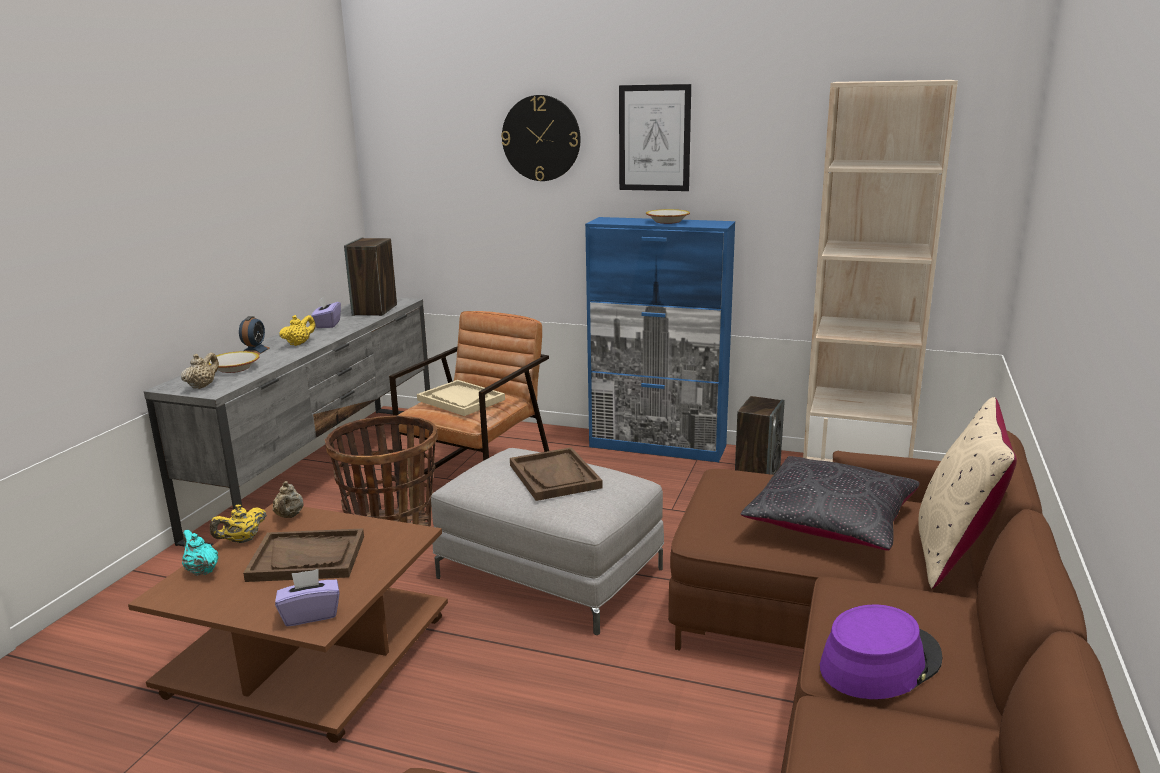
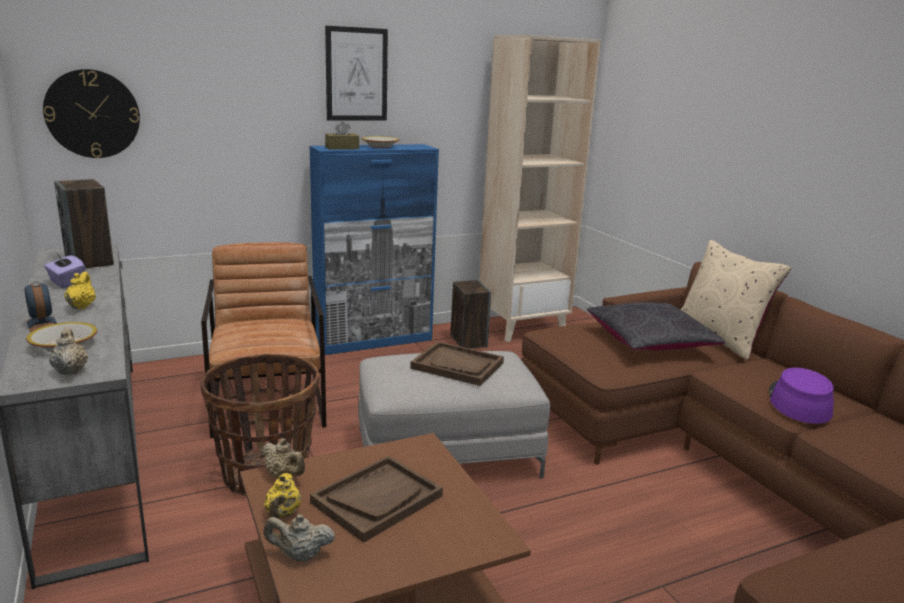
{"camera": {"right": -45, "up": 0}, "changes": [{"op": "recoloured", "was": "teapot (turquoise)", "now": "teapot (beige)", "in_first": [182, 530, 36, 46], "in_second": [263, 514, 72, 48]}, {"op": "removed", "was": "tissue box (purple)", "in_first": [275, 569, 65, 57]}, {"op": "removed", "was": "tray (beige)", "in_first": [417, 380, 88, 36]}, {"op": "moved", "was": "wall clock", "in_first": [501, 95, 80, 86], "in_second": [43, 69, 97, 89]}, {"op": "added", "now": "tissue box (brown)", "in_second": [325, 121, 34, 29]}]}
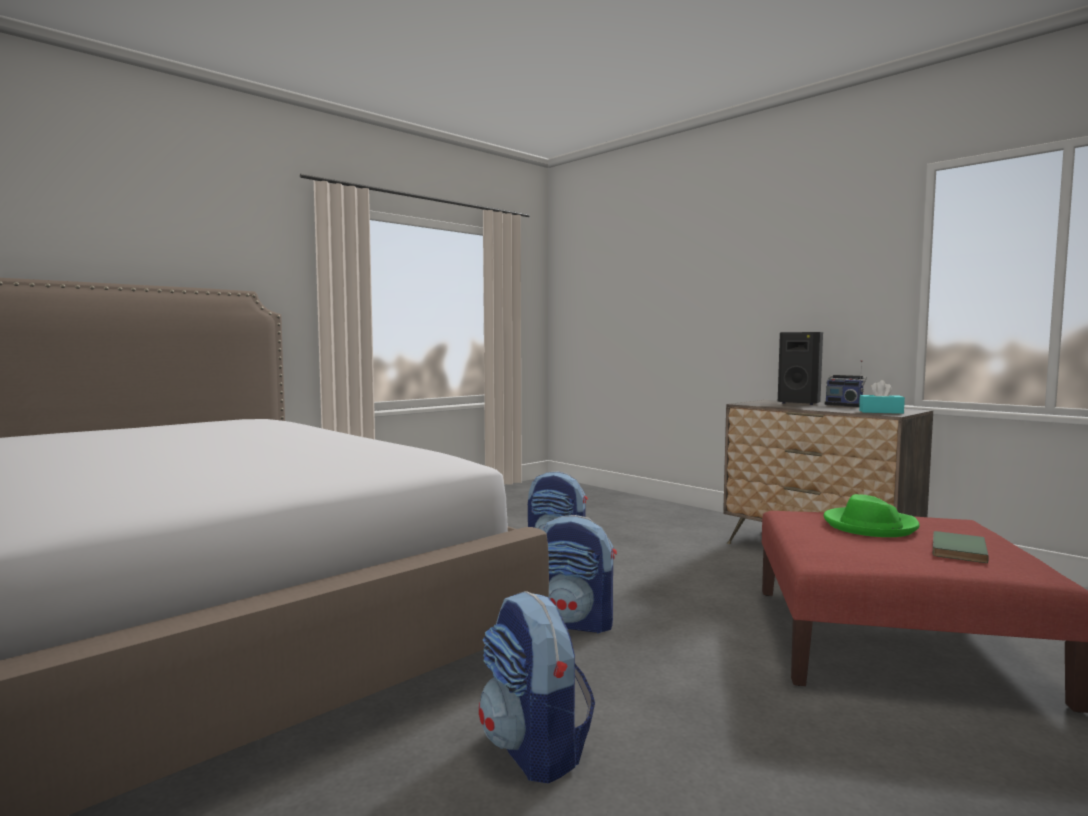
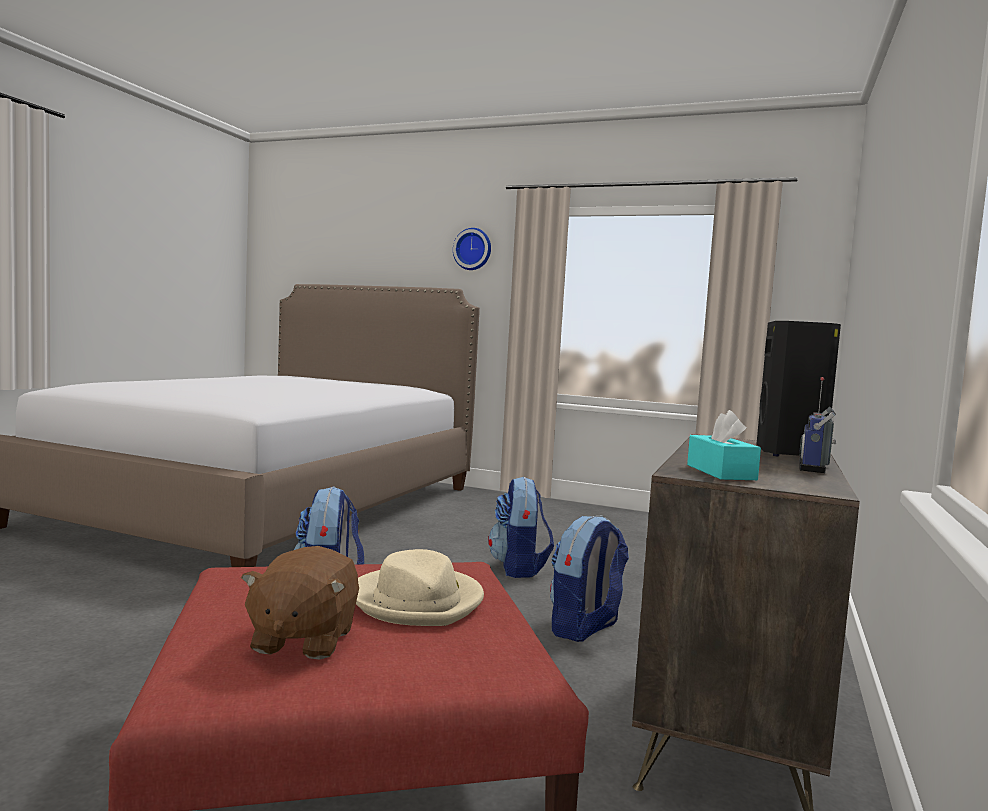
{"camera": {"right": 65, "up": 0}, "changes": [{"op": "moved", "was": "backpack", "in_first": [479, 591, 116, 192], "in_second": [550, 516, 79, 126]}, {"op": "recoloured", "was": "hat (green)", "now": "hat (beige)", "in_first": [824, 494, 96, 43], "in_second": [356, 549, 128, 77]}, {"op": "replaced", "was": "book (green)", "now": "plush toy (brown)", "in_first": [933, 531, 56, 32], "in_second": [241, 546, 118, 113]}, {"op": "added", "now": "wall clock", "in_second": [453, 228, 38, 42]}]}
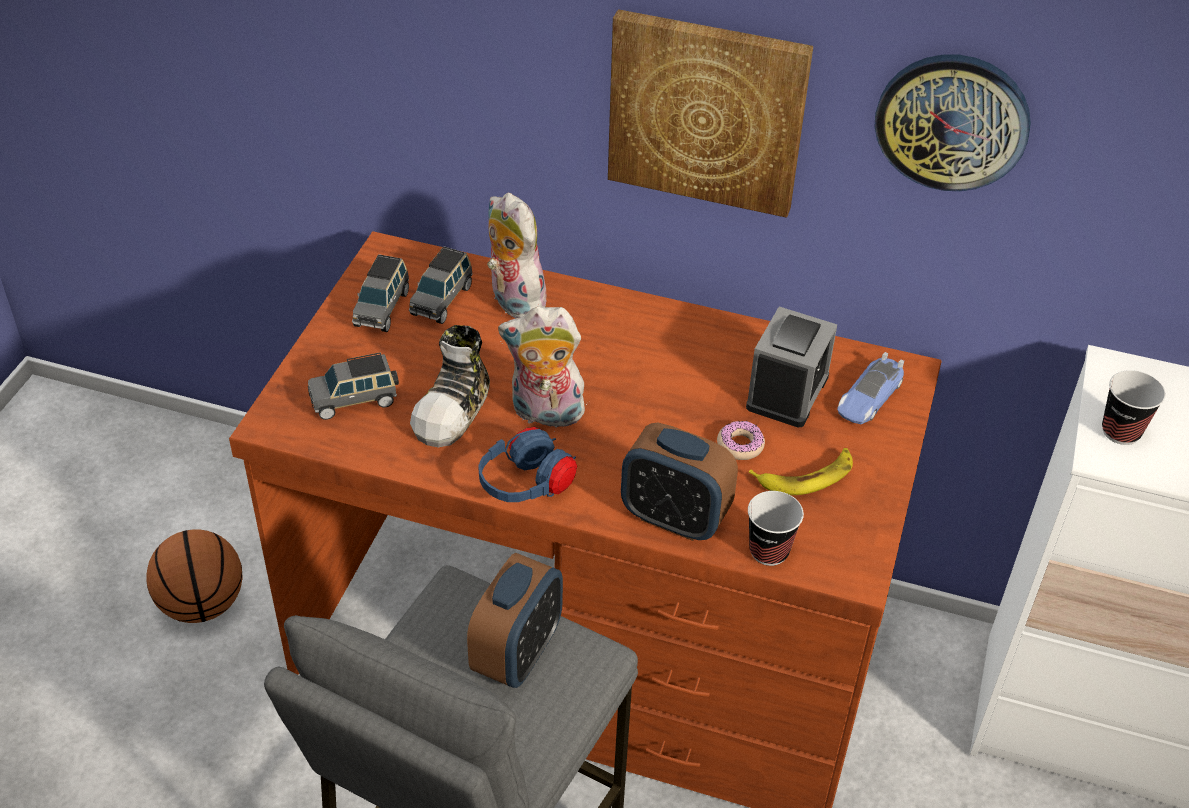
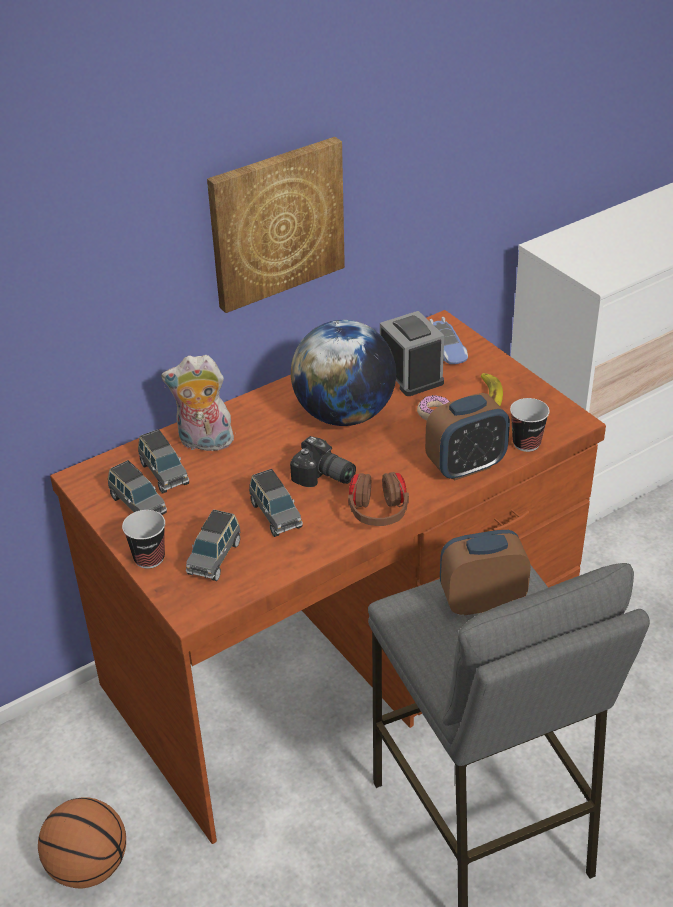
{"camera": {"right": -50, "up": -5}, "changes": [{"op": "replaced", "was": "shoe", "now": "toy car (grey)", "in_first": [410, 325, 80, 122], "in_second": [249, 469, 54, 68]}, {"op": "turned", "was": "alarm clock", "in_first": [467, 553, 96, 135], "in_second": [440, 530, 91, 85], "clockwise": -75}, {"op": "recoloured", "was": "headphones (blue)", "now": "headphones (brown)", "in_first": [478, 427, 99, 75], "in_second": [348, 472, 61, 54]}, {"op": "replaced", "was": "plush toy", "now": "photo camera", "in_first": [498, 307, 89, 125], "in_second": [290, 436, 66, 51]}, {"op": "removed", "was": "wall clock", "in_first": [875, 55, 156, 136]}, {"op": "moved", "was": "cup", "in_first": [1102, 370, 64, 75], "in_second": [122, 510, 43, 59]}, {"op": "added", "now": "globe", "in_second": [291, 320, 105, 106]}]}
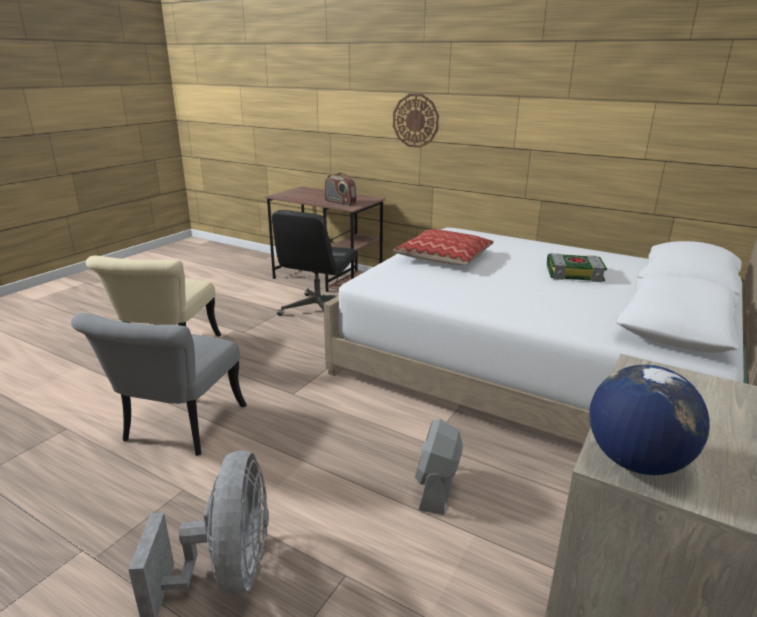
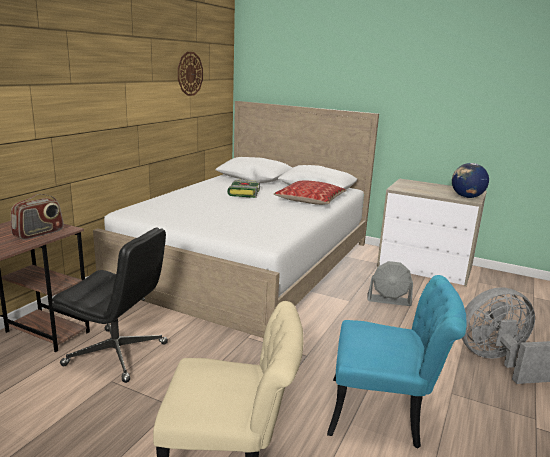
{"camera": {"right": -95, "up": -5}, "changes": [{"op": "recoloured", "was": "chair (grey)", "now": "chair (turquoise)", "in_first": [71, 313, 176, 143], "in_second": [327, 275, 140, 174]}, {"op": "moved", "was": "wall clock", "in_first": [393, 94, 46, 54], "in_second": [178, 52, 25, 44]}, {"op": "moved", "was": "pillow", "in_first": [393, 229, 101, 36], "in_second": [274, 180, 72, 25]}]}
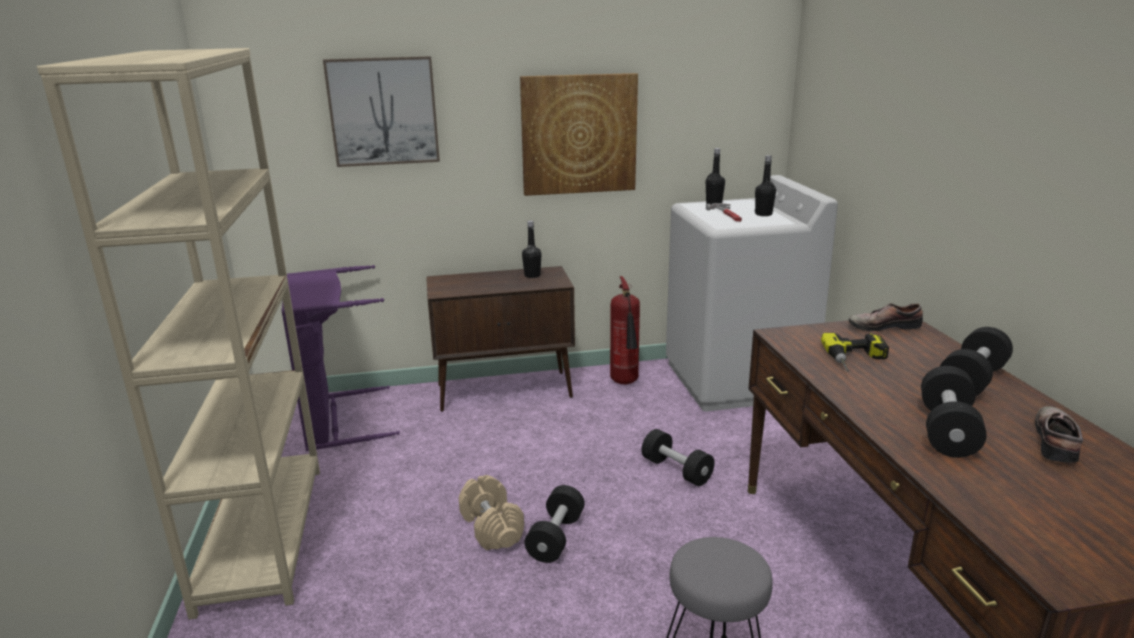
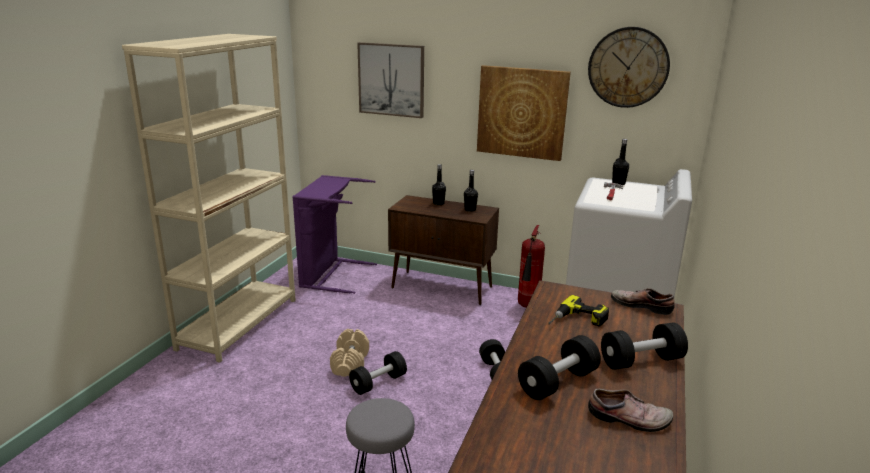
{"camera": {"right": 30, "up": 0}, "changes": [{"op": "moved", "was": "bottle (black)", "in_first": [755, 155, 21, 61], "in_second": [432, 164, 14, 41]}, {"op": "turned", "was": "shoe", "in_first": [1035, 406, 48, 57], "in_second": [588, 389, 85, 43], "clockwise": 45}, {"op": "added", "now": "wall clock", "in_second": [588, 27, 82, 81]}]}
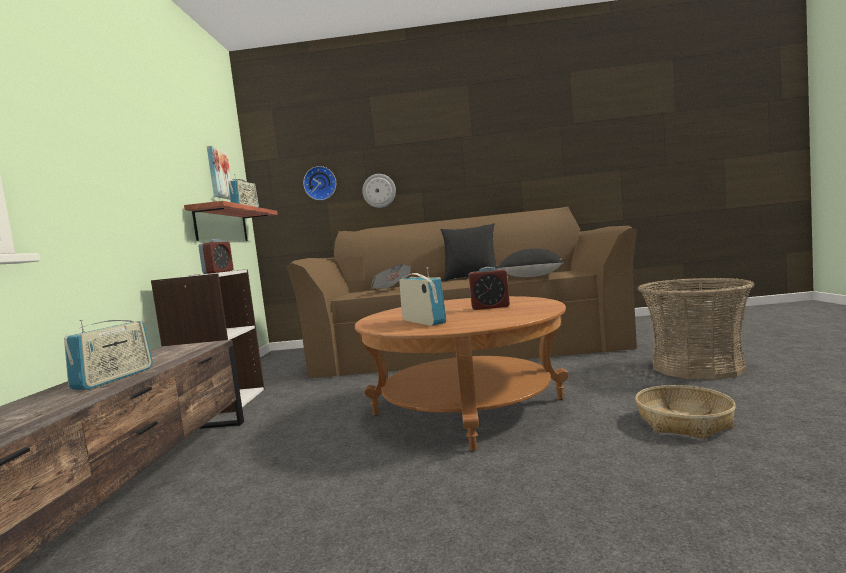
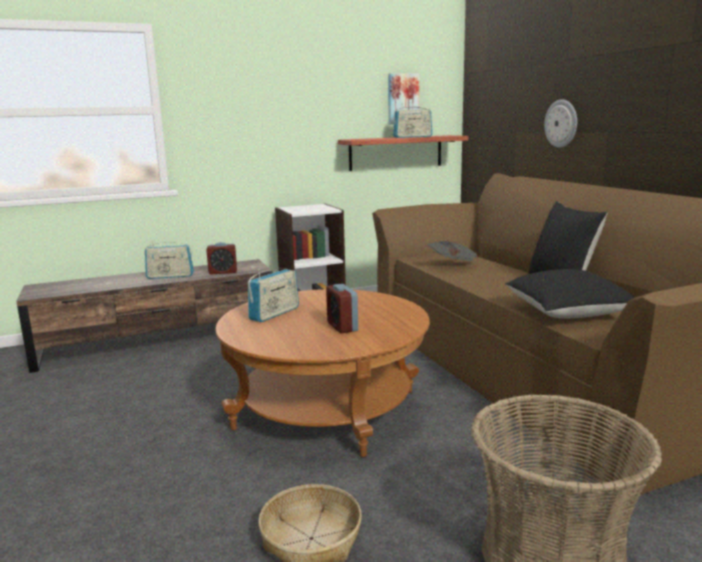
{"camera": {"right": 65, "up": 10}, "changes": [{"op": "moved", "was": "alarm clock", "in_first": [198, 239, 35, 35], "in_second": [206, 242, 31, 33]}, {"op": "removed", "was": "wall clock", "in_first": [303, 166, 33, 34]}]}
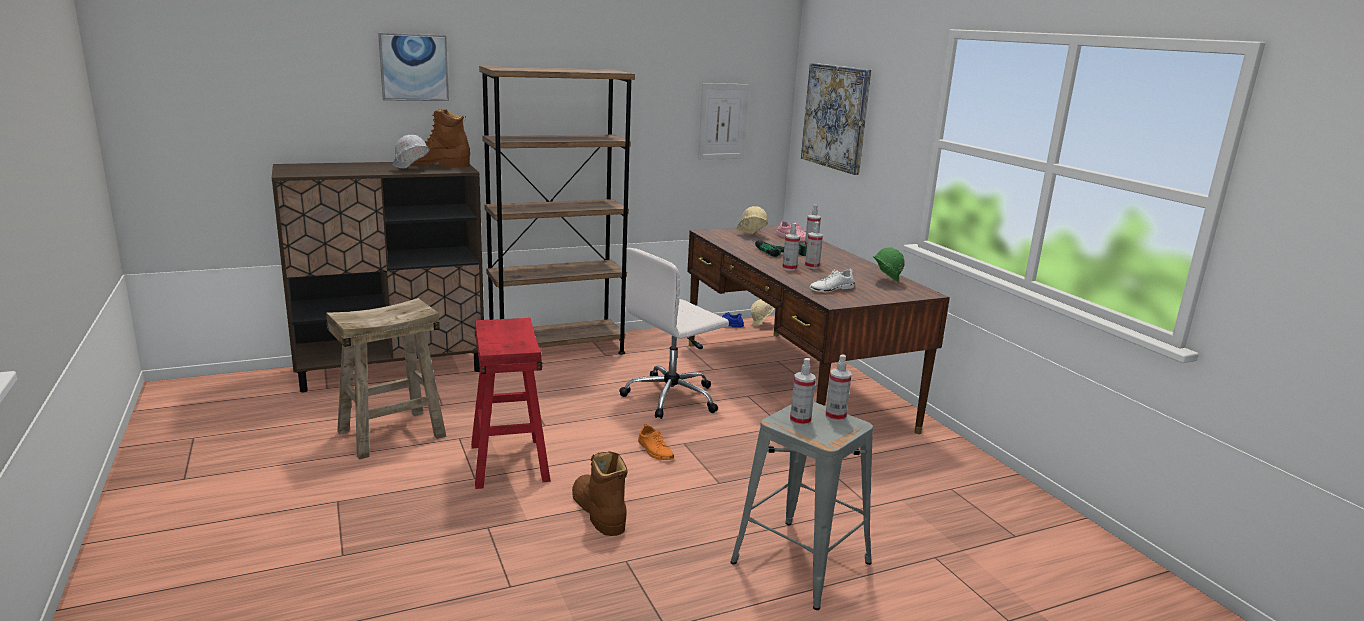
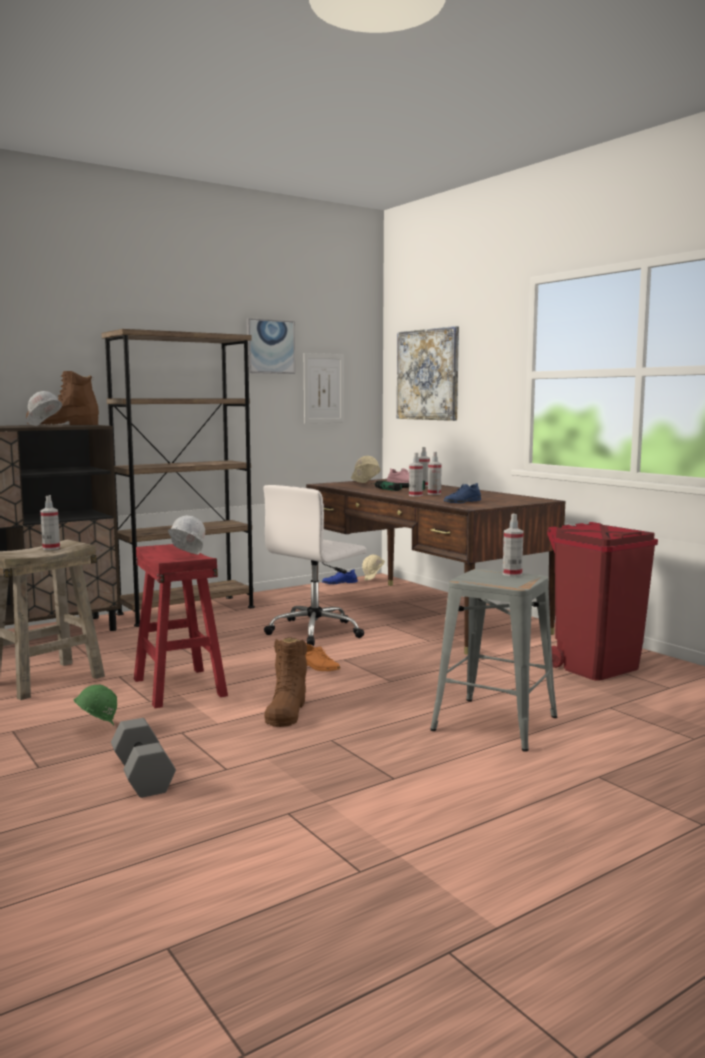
{"camera": {"right": -10, "up": -10}, "changes": [{"op": "moved", "was": "picture", "in_first": [378, 33, 71, 68], "in_second": [247, 318, 48, 56]}, {"op": "turned", "was": "boot (brown)", "in_first": [572, 451, 56, 85], "in_second": [264, 637, 43, 90], "clockwise": -135}, {"op": "moved", "was": "spray bottle", "in_first": [790, 358, 26, 68], "in_second": [40, 495, 20, 55]}, {"op": "recoloured", "was": "shoe (white)", "now": "shoe (blue)", "in_first": [810, 269, 44, 23], "in_second": [444, 483, 37, 20]}, {"op": "moved", "was": "hard hat (green)", "in_first": [873, 247, 32, 35], "in_second": [74, 685, 43, 41]}, {"op": "added", "now": "dumbbell (grey)", "in_second": [111, 718, 65, 80]}, {"op": "added", "now": "hard hat (white)", "in_second": [168, 515, 37, 40]}, {"op": "added", "now": "trash can (red)", "in_second": [547, 522, 111, 159]}]}
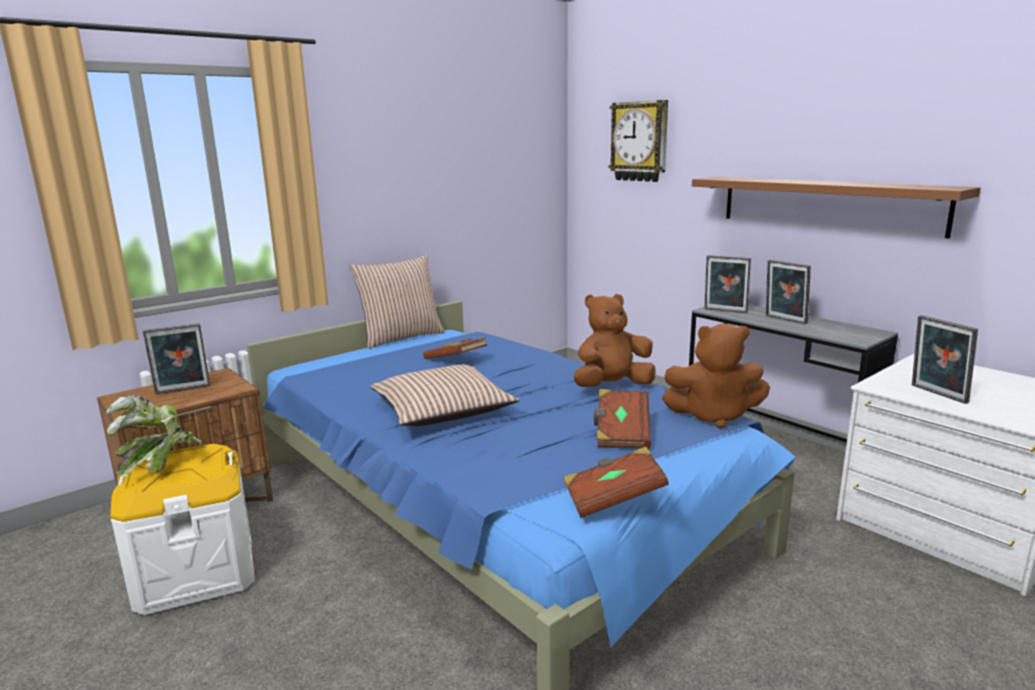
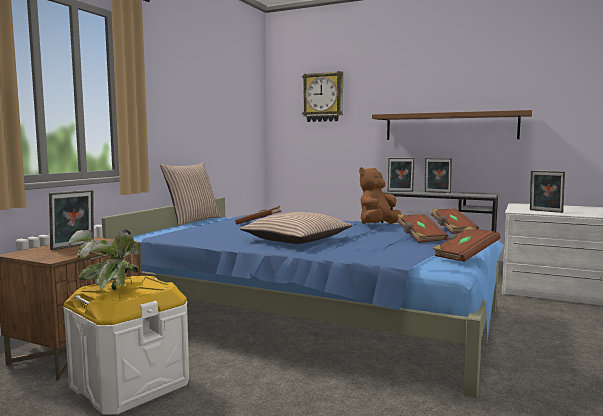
{"camera": {"right": -25, "up": -10}, "changes": [{"op": "replaced", "was": "plush toy (brown)", "now": "book (brown)", "in_first": [662, 324, 108, 105], "in_second": [431, 208, 48, 26]}]}
